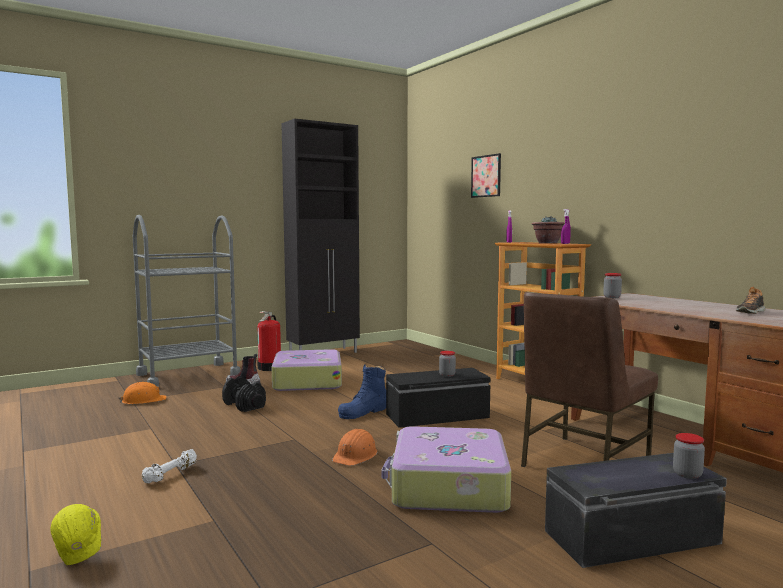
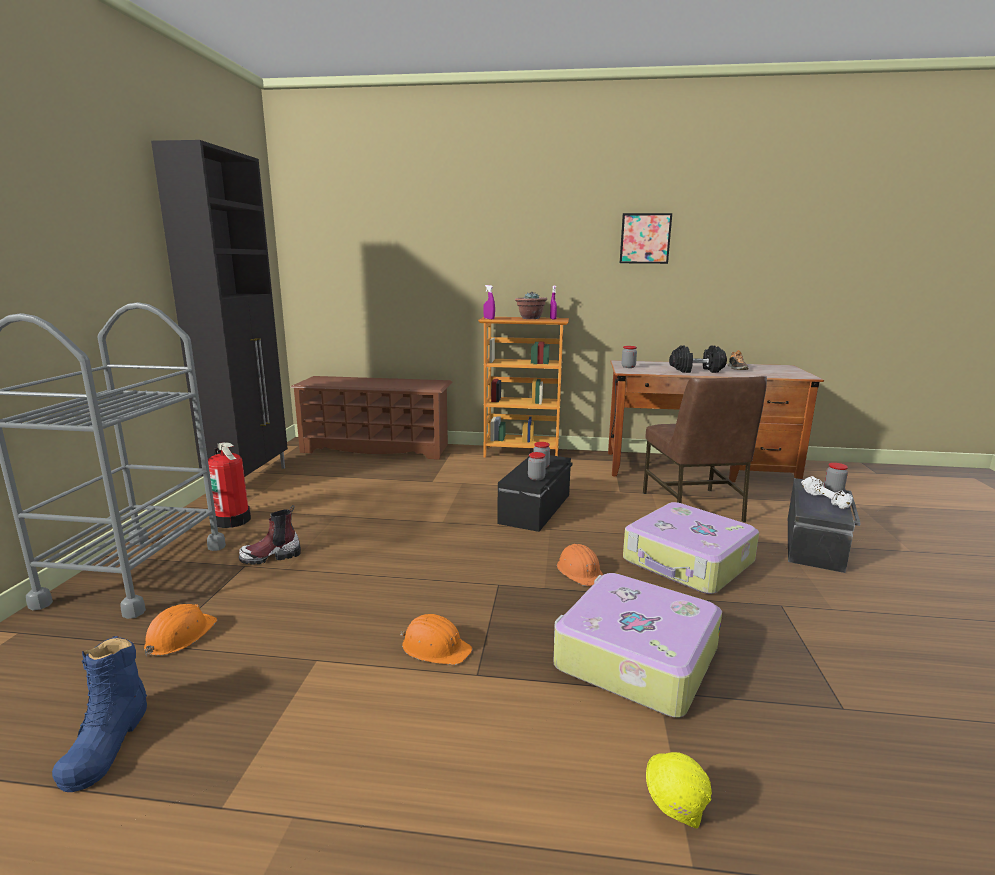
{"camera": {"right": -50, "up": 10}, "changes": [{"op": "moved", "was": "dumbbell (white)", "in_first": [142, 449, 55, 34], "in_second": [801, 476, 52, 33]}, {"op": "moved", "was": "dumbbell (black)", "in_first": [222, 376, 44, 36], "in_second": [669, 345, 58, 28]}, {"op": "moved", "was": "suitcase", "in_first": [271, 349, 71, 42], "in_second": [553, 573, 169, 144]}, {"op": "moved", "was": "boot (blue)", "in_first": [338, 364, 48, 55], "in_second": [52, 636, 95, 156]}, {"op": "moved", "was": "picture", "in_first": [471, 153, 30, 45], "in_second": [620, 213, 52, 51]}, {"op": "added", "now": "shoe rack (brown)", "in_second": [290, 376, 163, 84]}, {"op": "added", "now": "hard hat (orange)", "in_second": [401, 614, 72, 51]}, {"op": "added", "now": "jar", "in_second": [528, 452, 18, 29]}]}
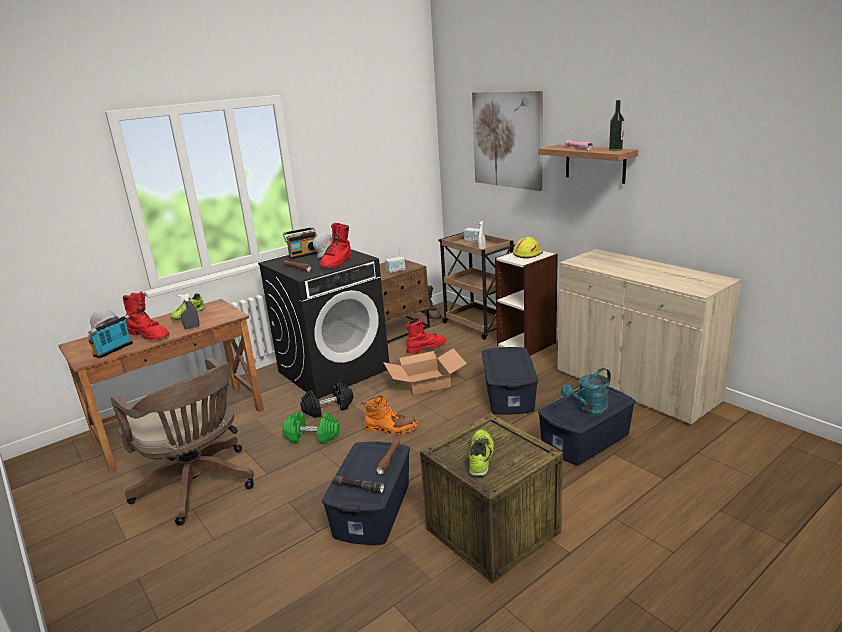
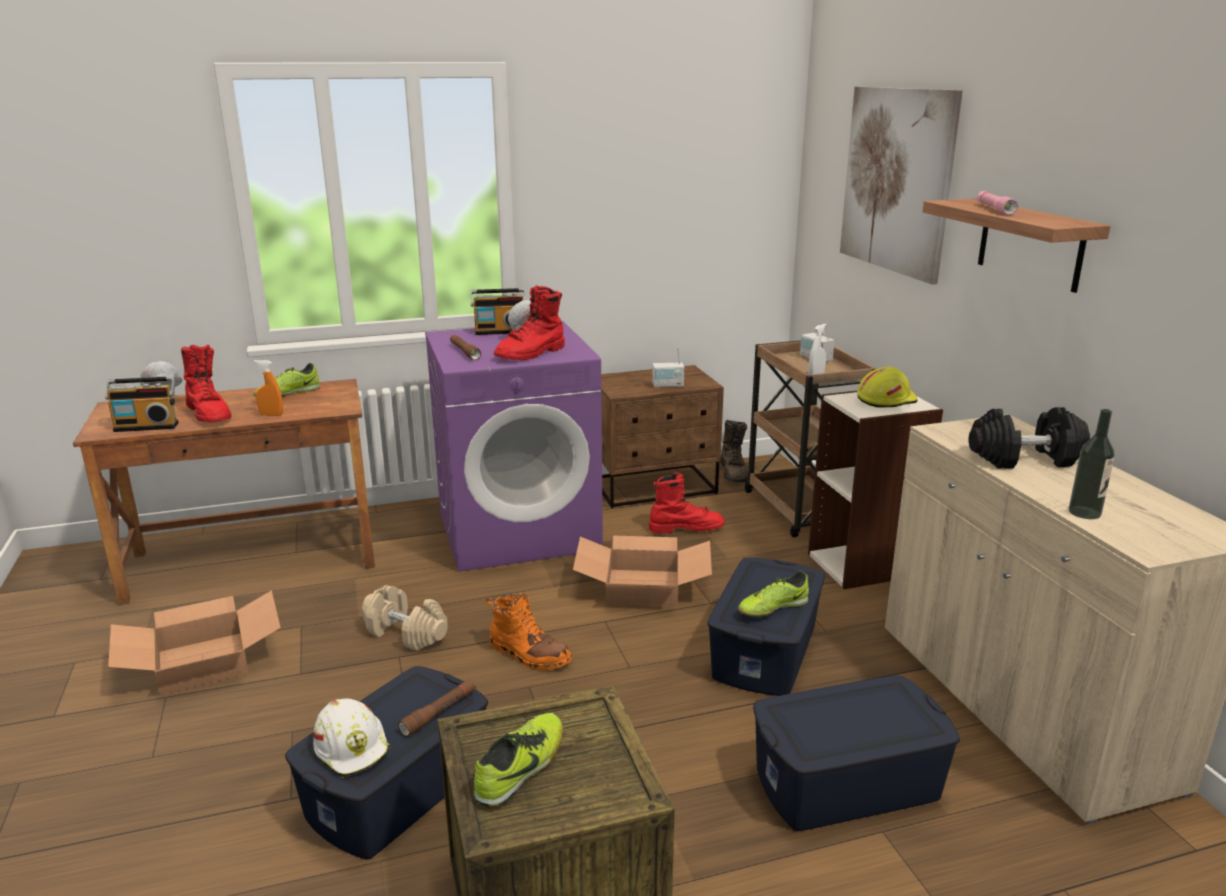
{"camera": {"right": 20, "up": 0}, "changes": [{"op": "turned", "was": "radio", "in_first": [88, 315, 45, 43], "in_second": [105, 376, 74, 56], "clockwise": -150}, {"op": "replaced", "was": "office chair (brown)", "now": "cardboard box", "in_first": [111, 357, 143, 169], "in_second": [108, 590, 173, 105]}, {"op": "recoloured", "was": "spray bottle (grey)", "now": "spray bottle (orange)", "in_first": [178, 294, 21, 35], "in_second": [254, 360, 29, 56]}, {"op": "recoloured", "was": "washing machine (black)", "now": "washing machine (purple)", "in_first": [258, 244, 131, 155], "in_second": [425, 321, 178, 251]}, {"op": "recoloured", "was": "dumbbell (green)", "now": "dumbbell (beige)", "in_first": [282, 412, 58, 32], "in_second": [362, 585, 86, 66]}, {"op": "moved", "was": "dumbbell (black)", "in_first": [300, 383, 54, 35], "in_second": [969, 407, 121, 62]}, {"op": "replaced", "was": "flashlight (black)", "now": "hard hat (white)", "in_first": [333, 475, 51, 18], "in_second": [313, 699, 78, 79]}, {"op": "removed", "was": "watering can (turquoise)", "in_first": [561, 368, 50, 48]}, {"op": "moved", "was": "bottle", "in_first": [609, 100, 15, 51], "in_second": [1069, 409, 46, 110]}, {"op": "added", "now": "shoe", "in_second": [738, 571, 71, 46]}]}
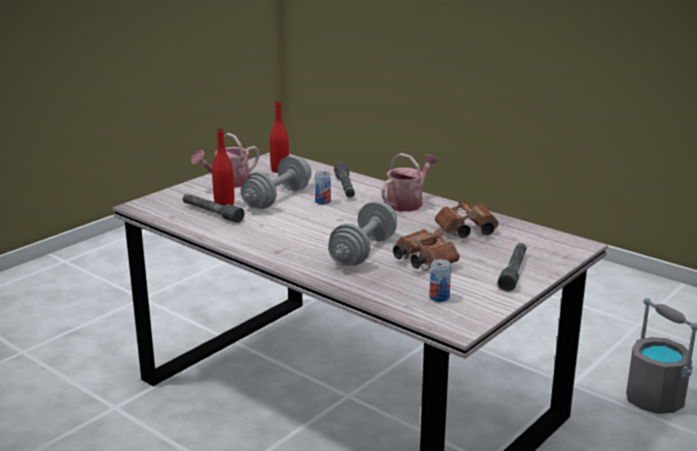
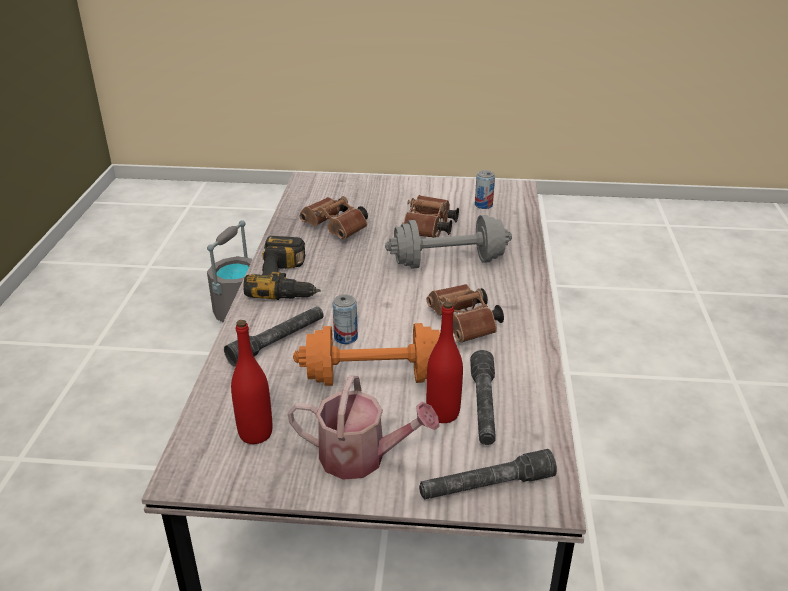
{"camera": {"right": -125, "up": 10}, "changes": [{"op": "recoloured", "was": "dumbbell (grey)", "now": "dumbbell (orange)", "in_first": [241, 156, 70, 53], "in_second": [293, 323, 147, 63]}, {"op": "replaced", "was": "watering can", "now": "power drill", "in_first": [381, 153, 57, 59], "in_second": [243, 236, 78, 64]}, {"op": "moved", "was": "flashlight (grey)", "in_first": [497, 243, 30, 49], "in_second": [419, 449, 138, 50]}, {"op": "added", "now": "binoculars (brown)", "in_second": [427, 284, 77, 59]}]}
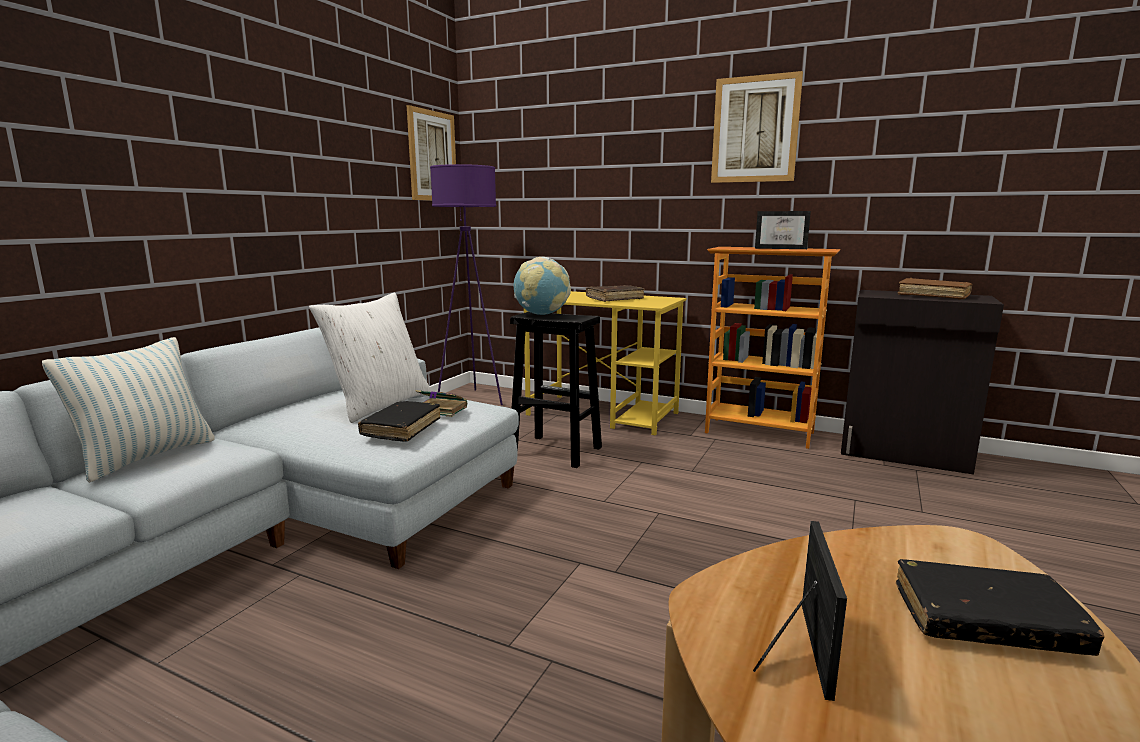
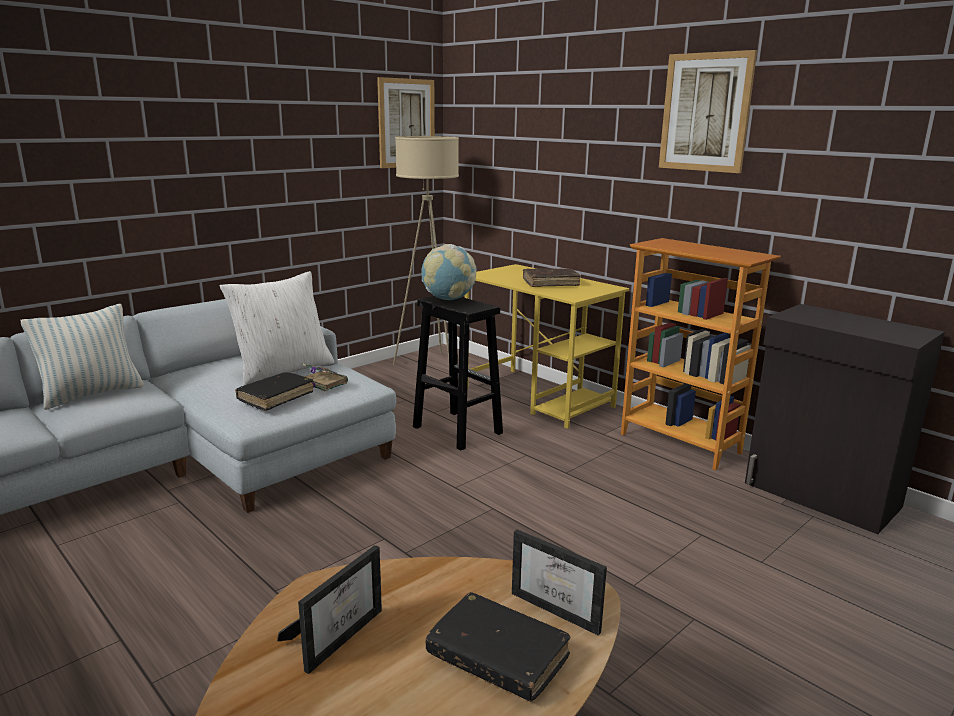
{"camera": {"right": 20, "up": 5}, "changes": [{"op": "recoloured", "was": "floor lamp (purple)", "now": "floor lamp (beige)", "in_first": [430, 164, 73, 241], "in_second": [393, 136, 66, 229]}, {"op": "moved", "was": "picture frame", "in_first": [755, 211, 56, 38], "in_second": [512, 529, 95, 106]}, {"op": "removed", "was": "book (brown)", "in_first": [897, 278, 76, 22]}]}
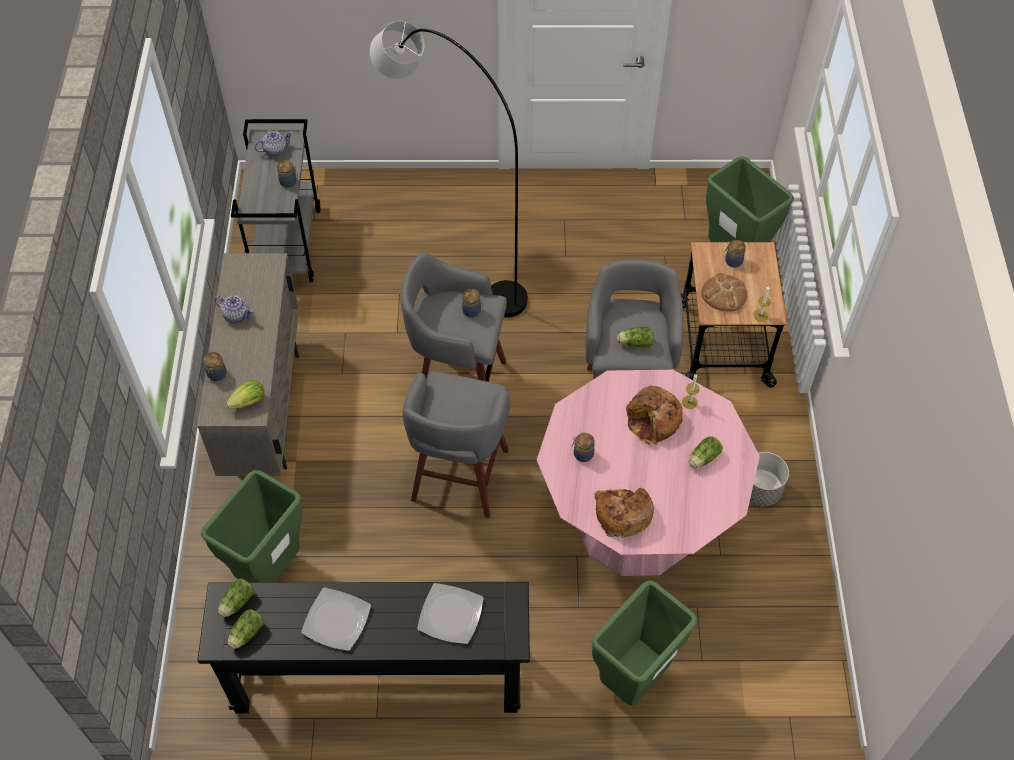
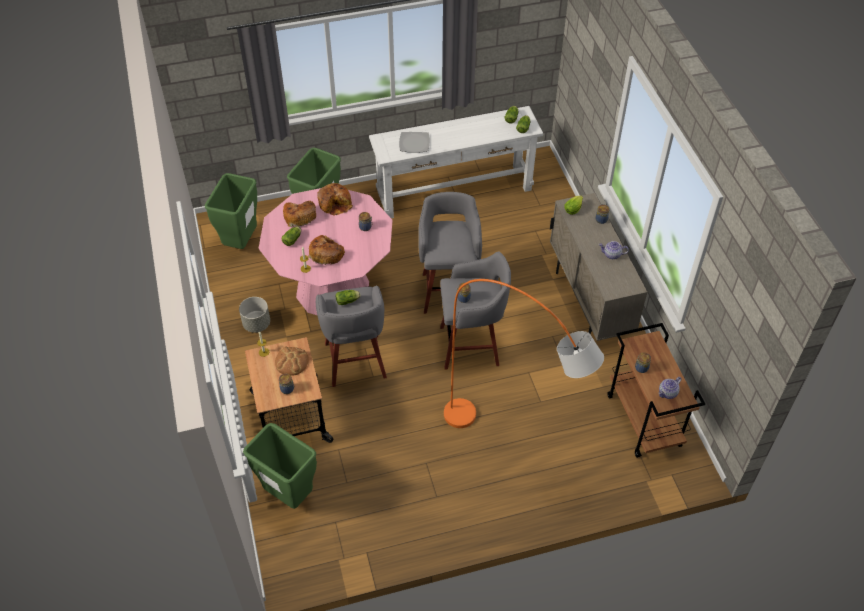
{"camera": {"right": 165, "up": -5}, "changes": [{"op": "recoloured", "was": "console table (black)", "now": "console table (white)", "in_first": [197, 582, 333, 131], "in_second": [369, 106, 174, 112]}, {"op": "moved", "was": "trash can (green)", "in_first": [201, 470, 101, 112], "in_second": [205, 173, 52, 76]}, {"op": "recoloured", "was": "cart (grey)", "now": "cart (brown)", "in_first": [231, 119, 90, 163], "in_second": [607, 323, 98, 135]}, {"op": "removed", "was": "plate", "in_first": [301, 587, 70, 64]}, {"op": "recoloured", "was": "floor lamp (grey)", "now": "floor lamp (orange)", "in_first": [370, 21, 158, 296], "in_second": [444, 279, 160, 149]}, {"op": "added", "now": "bread", "in_second": [283, 201, 33, 26]}]}
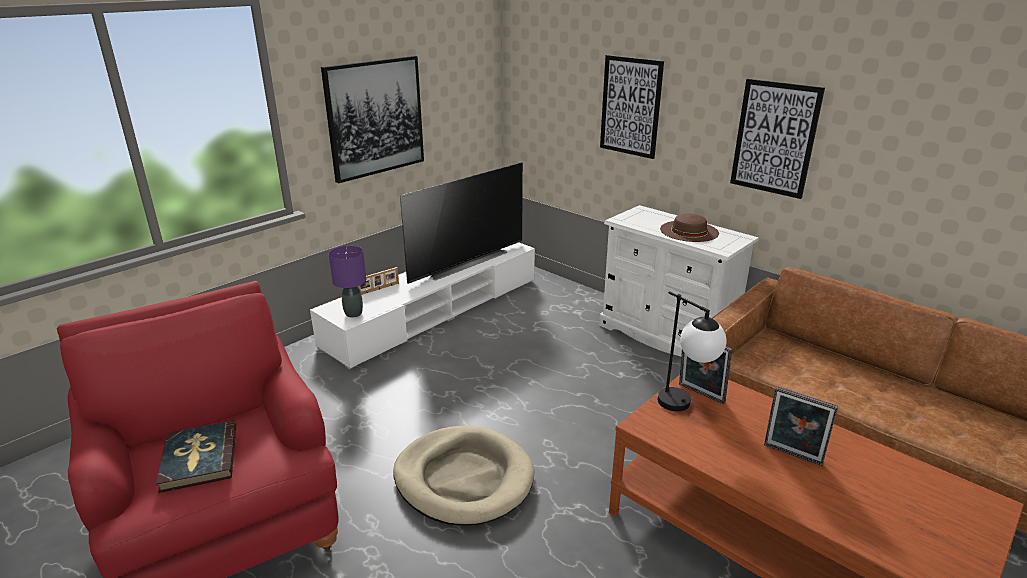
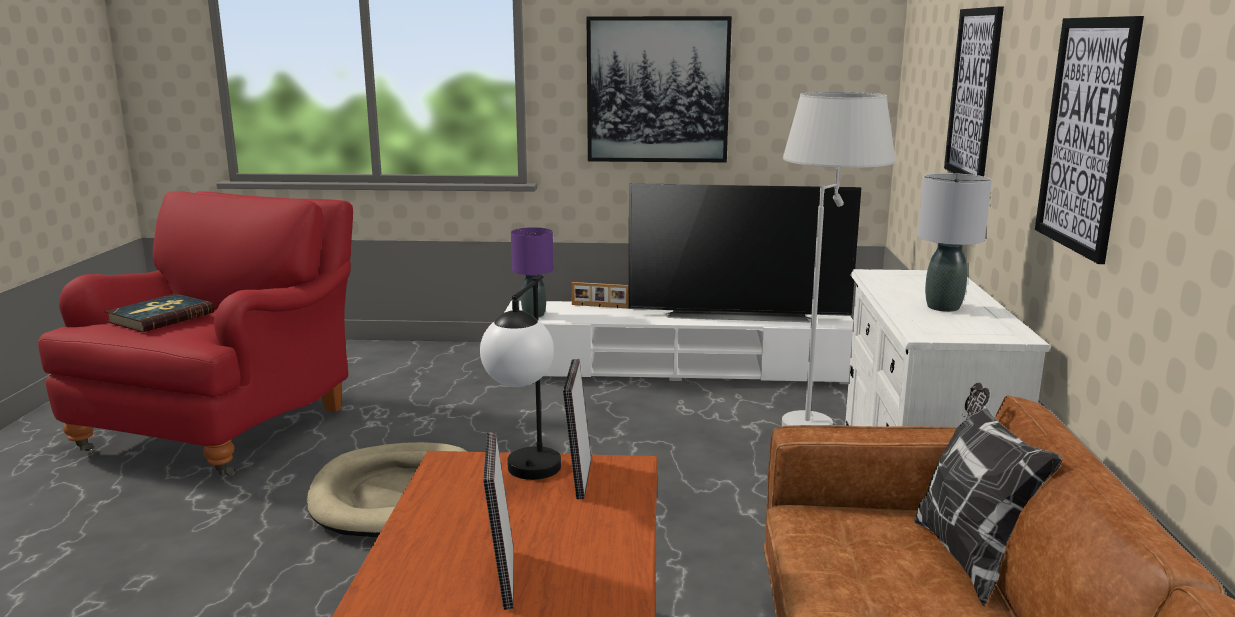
{"camera": {"right": 50, "up": -10}, "changes": [{"op": "replaced", "was": "hat (brown)", "now": "table lamp (grey)", "in_first": [660, 214, 59, 28], "in_second": [918, 173, 74, 139]}, {"op": "added", "now": "floor lamp (white)", "in_second": [782, 92, 114, 334]}, {"op": "added", "now": "pillow", "in_second": [914, 383, 148, 224]}]}
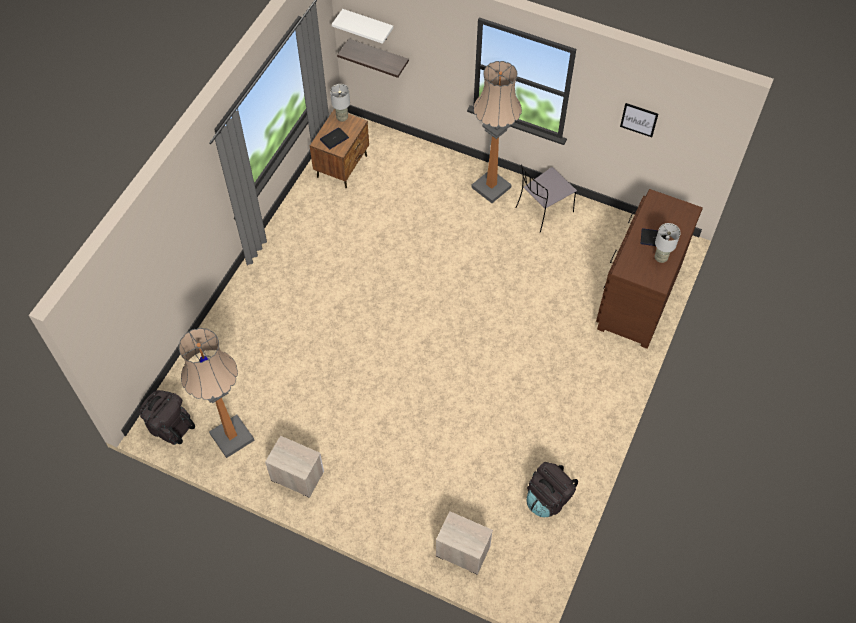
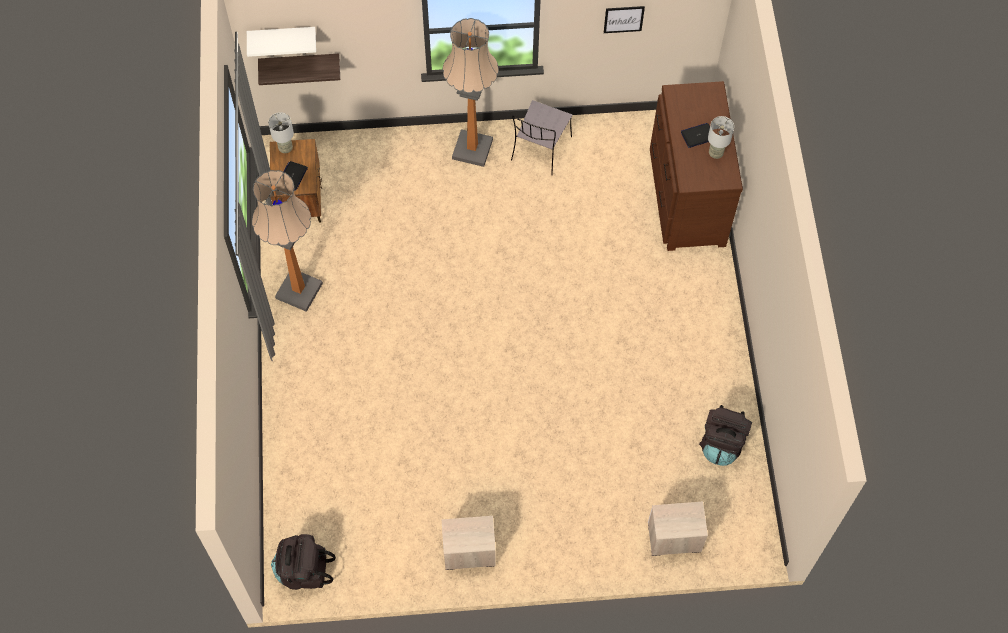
{"camera": {"right": -30, "up": 5}, "changes": [{"op": "moved", "was": "floor lamp", "in_first": [179, 328, 76, 130], "in_second": [252, 170, 71, 142]}]}
